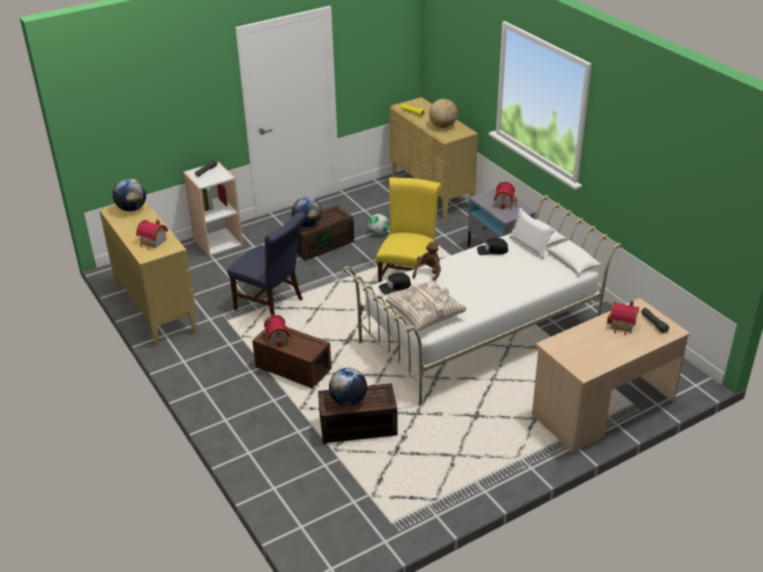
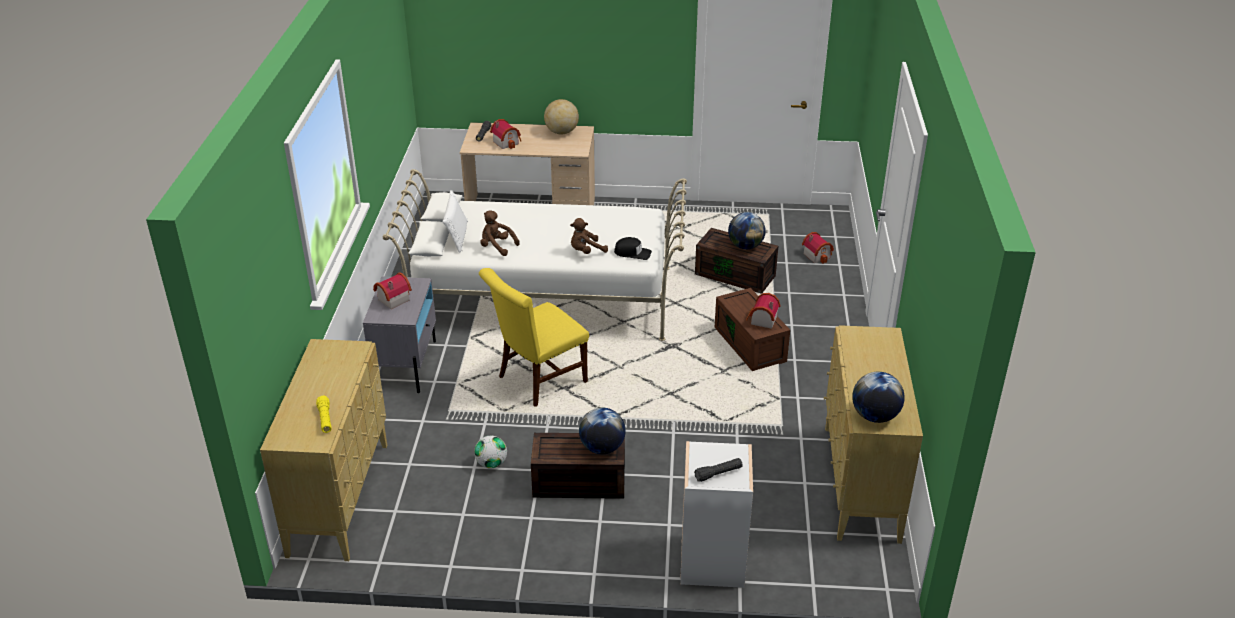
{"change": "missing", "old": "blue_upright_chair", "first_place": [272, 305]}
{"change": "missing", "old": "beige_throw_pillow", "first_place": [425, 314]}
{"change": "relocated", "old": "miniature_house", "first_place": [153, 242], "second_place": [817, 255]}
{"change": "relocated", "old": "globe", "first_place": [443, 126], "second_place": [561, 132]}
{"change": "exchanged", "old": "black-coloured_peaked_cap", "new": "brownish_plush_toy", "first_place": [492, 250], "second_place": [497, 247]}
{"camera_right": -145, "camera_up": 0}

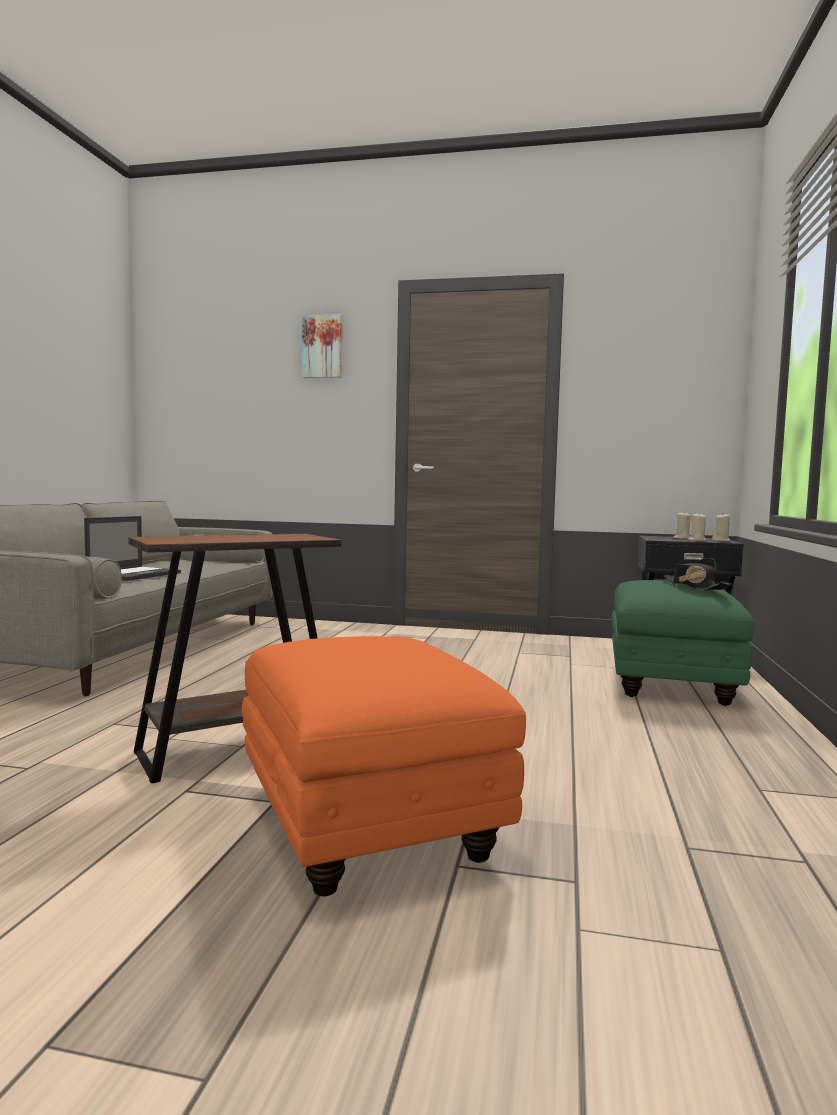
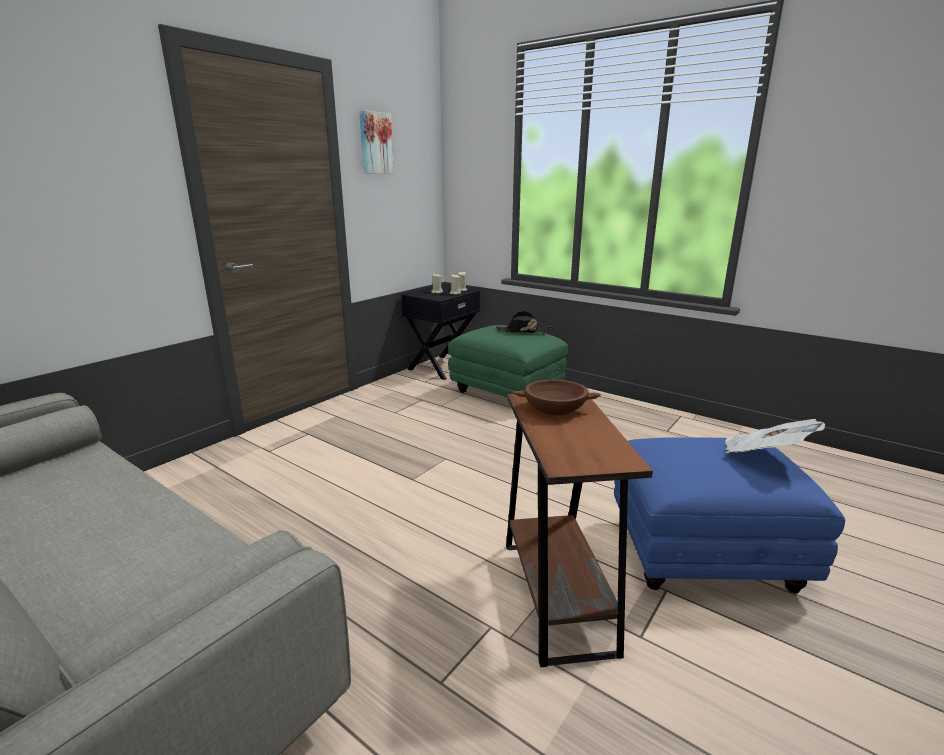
{"change": "missing", "old": "notebook_computer", "first_place": [134, 574]}
{"change": "appeared", "new": "brownish_bowl", "second_place": [554, 409]}
{"change": "appeared", "new": "newspaper", "second_place": [764, 456]}
{"change": "relocated", "old": "picture", "first_place": [323, 347], "second_place": [375, 143]}
{"change": "colour", "old": "orange-coloured_pouffe", "new": "blue_pouffe", "first_place": [366, 822], "second_place": [701, 556]}
{"camera_right": -65, "camera_up": 15}

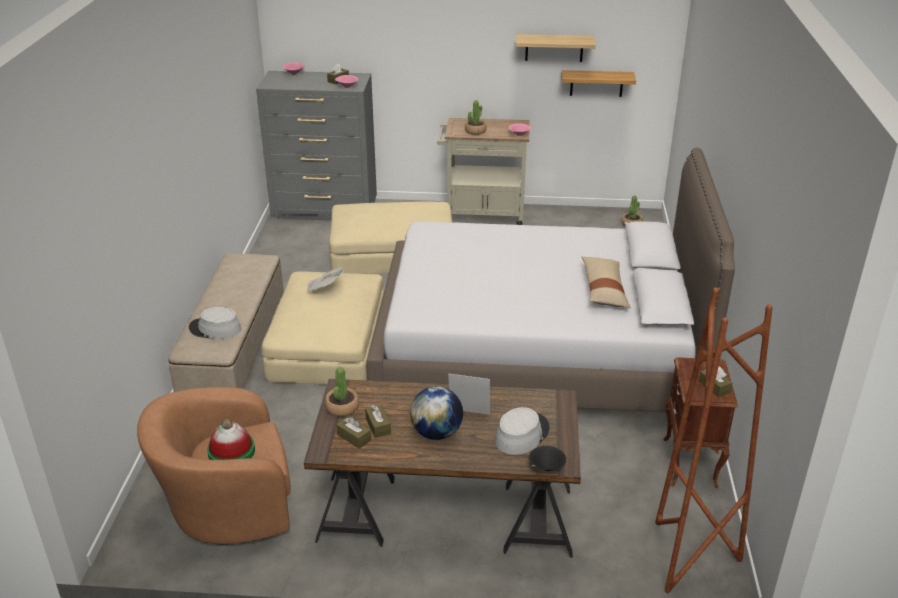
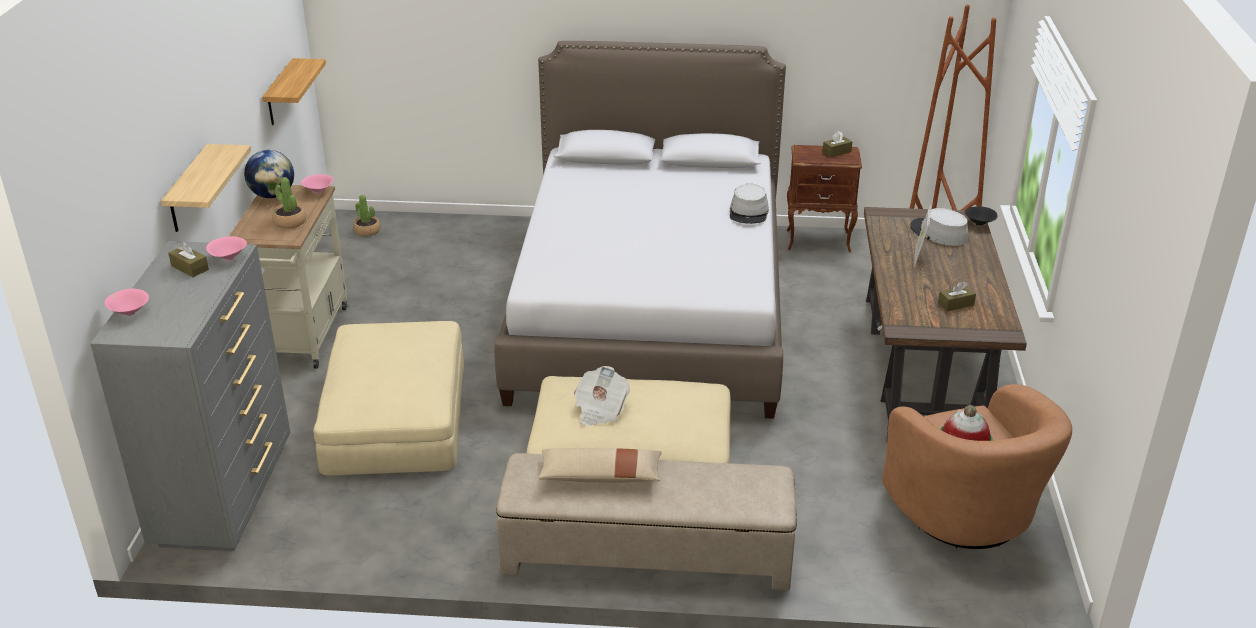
{"change": "missing", "old": "houseplant", "first_place": [342, 407]}
{"change": "missing", "old": "brownish_tissue_box", "first_place": [354, 437]}
{"change": "relocated", "old": "grey_hat", "first_place": [215, 329], "second_place": [749, 212]}
{"change": "relocated", "old": "globe", "first_place": [436, 433], "second_place": [272, 195]}
{"change": "relocated", "old": "wall_shelf", "first_place": [554, 48], "second_place": [188, 190]}
{"change": "relocated", "old": "beige_throw_pillow", "first_place": [604, 290], "second_place": [600, 476]}
{"camera_right": -90, "camera_up": 0}

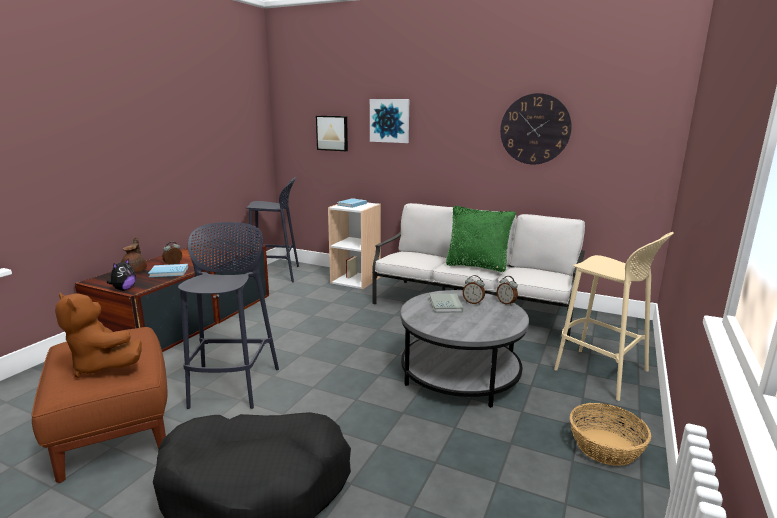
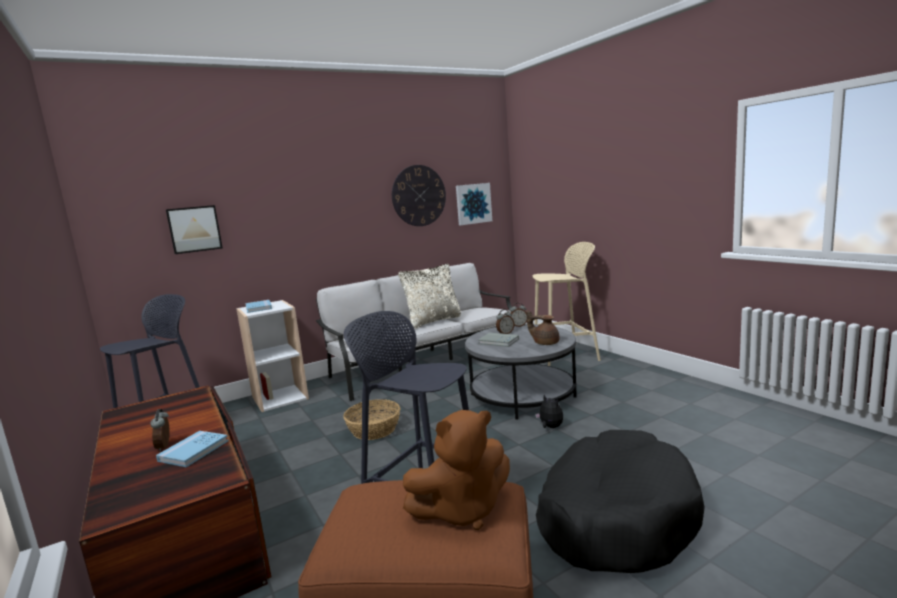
{"change": "relocated", "old": "plush_toy", "first_place": [124, 289], "second_place": [550, 427]}
{"change": "relocated", "old": "brownish_tea_pot", "first_place": [135, 271], "second_place": [545, 343]}
{"change": "relocated", "old": "picture", "first_place": [389, 120], "second_place": [473, 203]}
{"change": "relocated", "old": "basket", "first_place": [605, 446], "second_place": [374, 429]}
{"change": "colour", "old": "green-coloured_throw_pillow", "new": "beige_throw_pillow", "first_place": [477, 267], "second_place": [434, 322]}
{"camera_right": -55, "camera_up": -5}

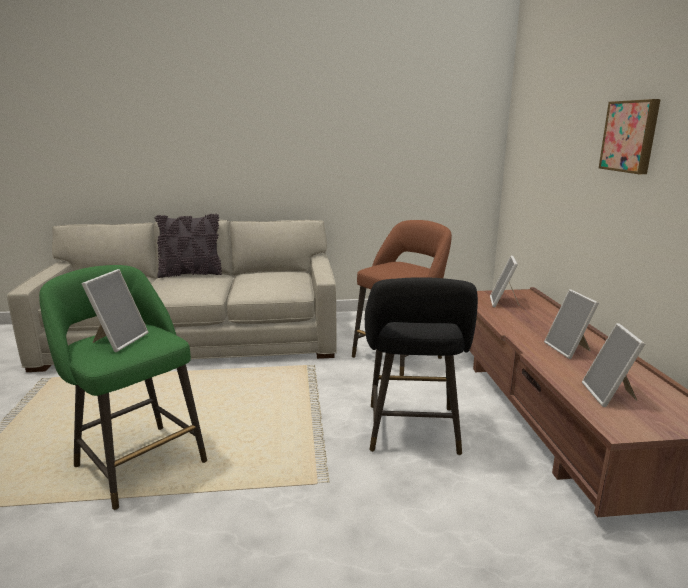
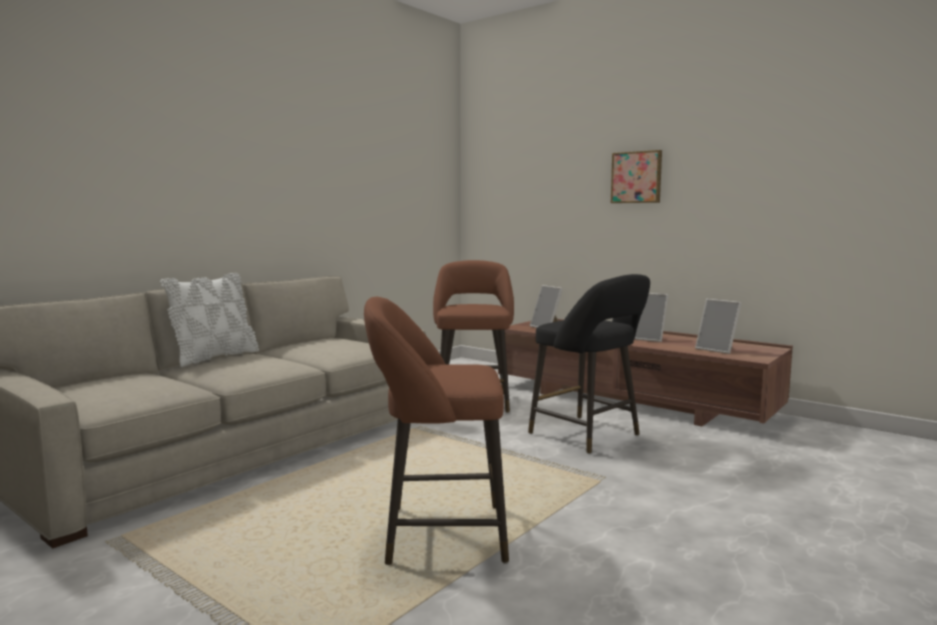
{"change": "missing", "old": "picture_frame", "first_place": [118, 340]}
{"change": "colour", "old": "green-coloured_sitting_stool", "new": "brownish_sitting_stool", "first_place": [137, 461], "second_place": [437, 534]}
{"change": "colour", "old": "black-coloured_throw_pillow", "new": "white-coloured_throw_pillow", "first_place": [191, 274], "second_place": [214, 357]}
{"camera_right": -45, "camera_up": -10}

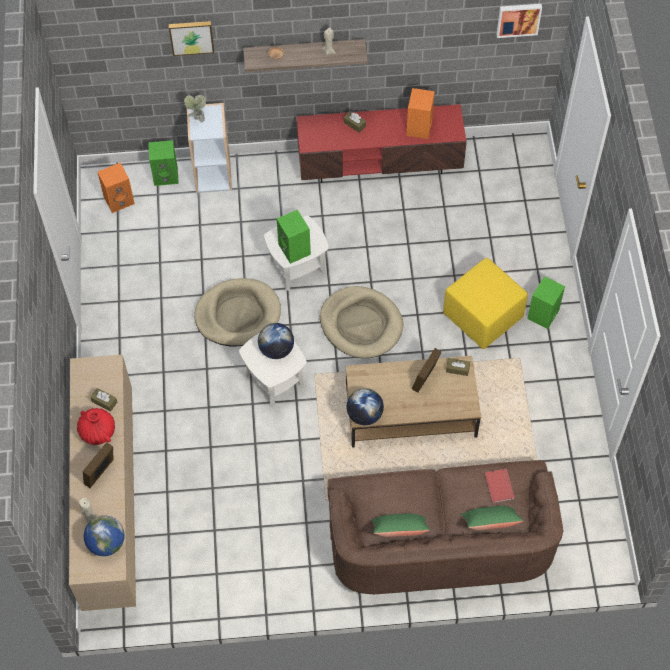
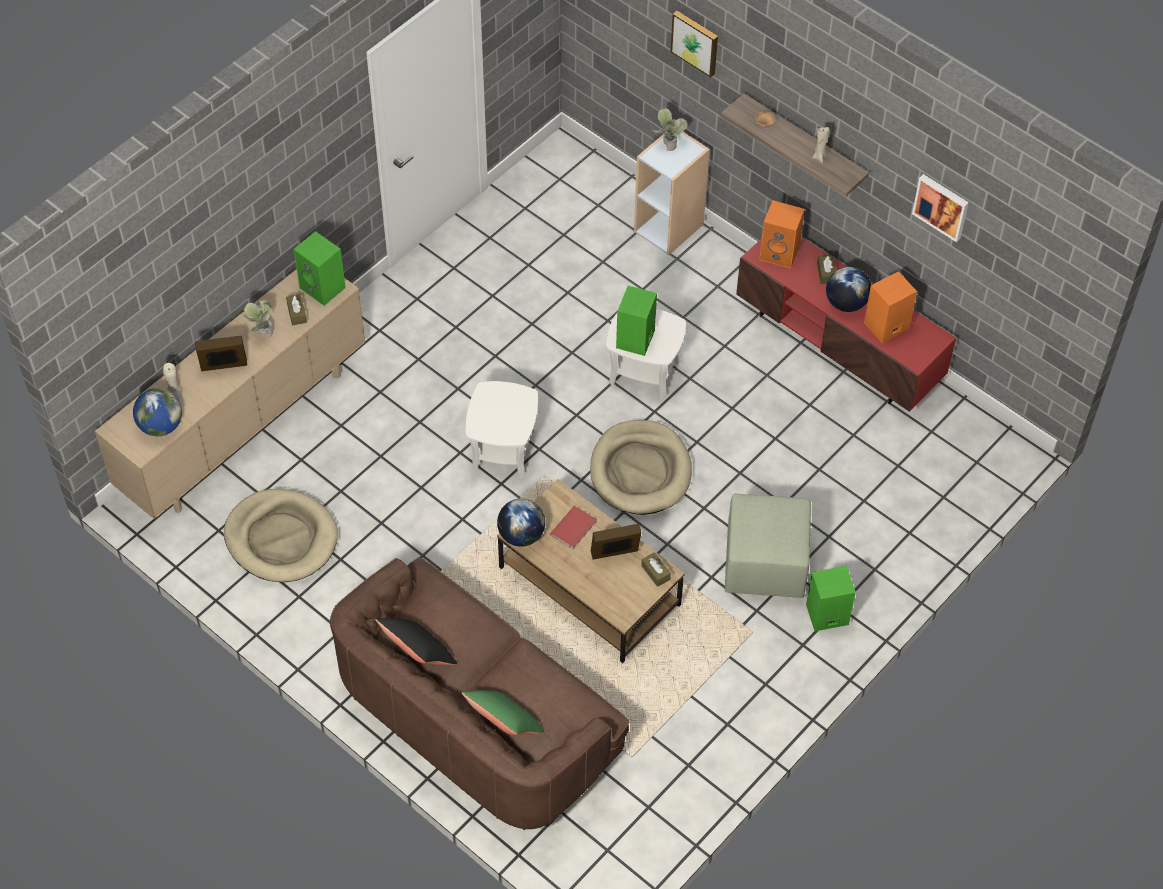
{"change": "relocated", "old": "orange-coloured_audio_speaker", "first_place": [119, 199], "second_place": [780, 253]}
{"change": "relocated", "old": "green-coloured_audio_speaker", "first_place": [166, 175], "second_place": [324, 288]}
{"change": "relocated", "old": "beige_dog_bed", "first_place": [238, 314], "second_place": [281, 538]}
{"change": "relocated", "old": "globe", "first_place": [276, 349], "second_place": [846, 303]}
{"change": "relocated", "old": "red_volume", "first_place": [500, 486], "second_place": [574, 529]}
{"change": "relocated", "old": "picture", "first_place": [518, 19], "second_place": [942, 206]}
{"change": "exchanged", "old": "red_vase", "new": "houseplant", "first_place": [98, 432], "second_place": [262, 333]}
{"change": "colour", "old": "green-coloured_throw_pillow", "new": "black-coloured_throw_pillow", "first_place": [399, 533], "second_place": [418, 655]}
{"change": "colour", "old": "yellow_pouffe", "new": "green-coloured_pouffe", "first_place": [483, 316], "second_place": [765, 565]}
{"camera_right": 45, "camera_up": -5}

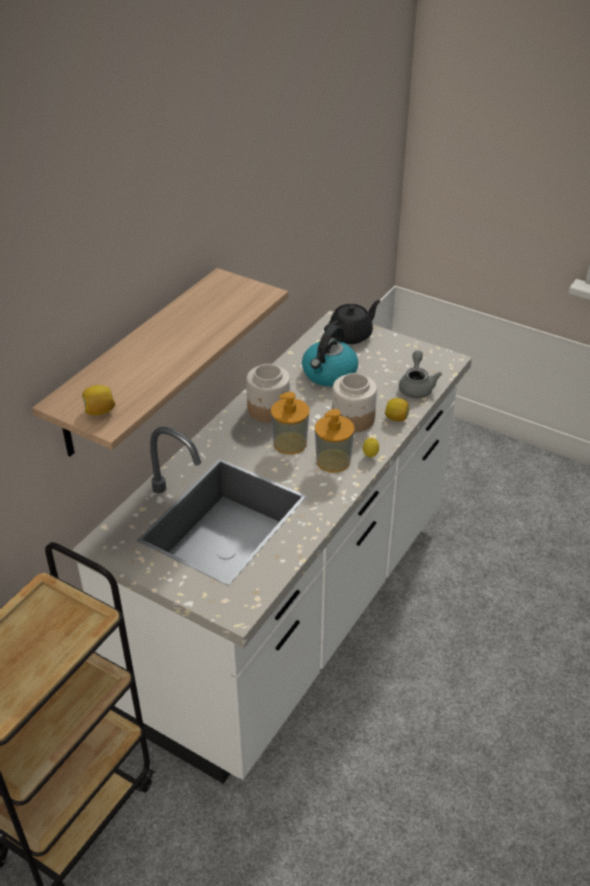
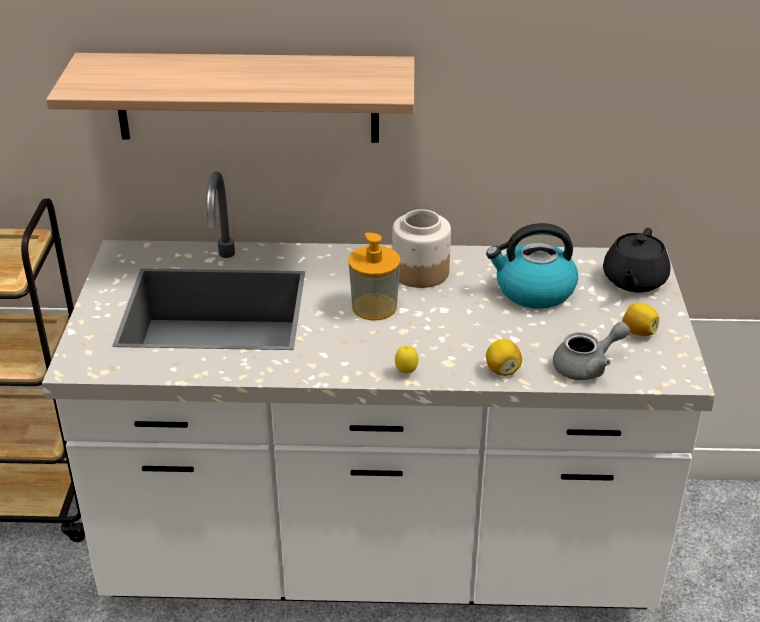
{"change": "missing", "old": "soap_dispenser", "first_place": [333, 461]}
{"change": "missing", "old": "jar", "first_place": [352, 419]}
{"change": "relocated", "old": "whole_lemon", "first_place": [99, 411], "second_place": [638, 332]}
{"change": "spun", "old": "black-coloured_tea_pot", "first_place": [351, 335], "second_place": [633, 281], "degrees": 90}
{"camera_right": 60, "camera_up": -5}

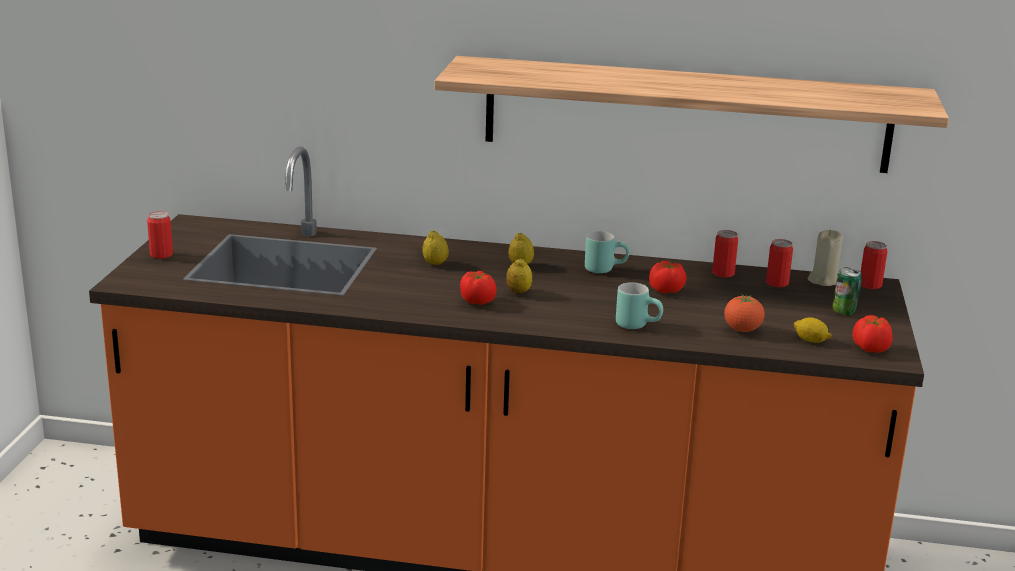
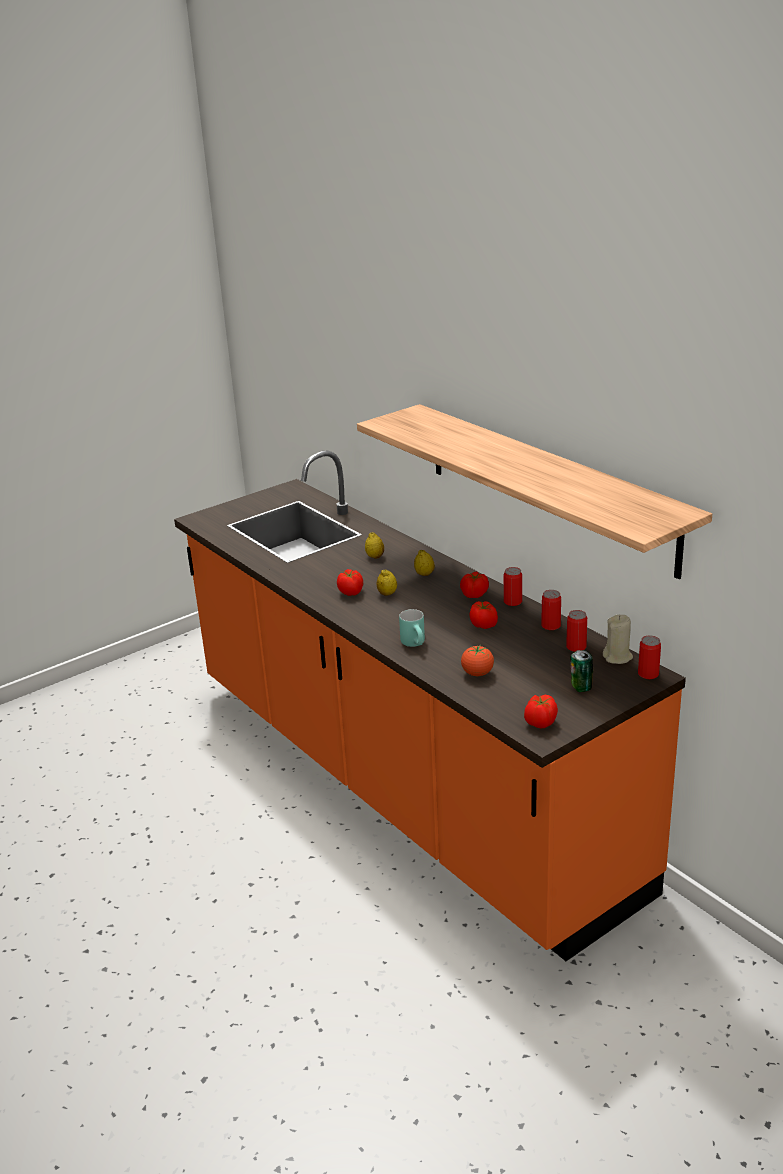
{"change": "missing", "old": "whole_lemon", "first_place": [811, 340]}
{"change": "relocated", "old": "can", "first_place": [161, 255], "second_place": [512, 602]}
{"change": "exchanged", "old": "blue-green_tea_mug", "new": "whole_tomato", "first_place": [605, 269], "second_place": [474, 595]}
{"camera_right": 45, "camera_up": 5}

